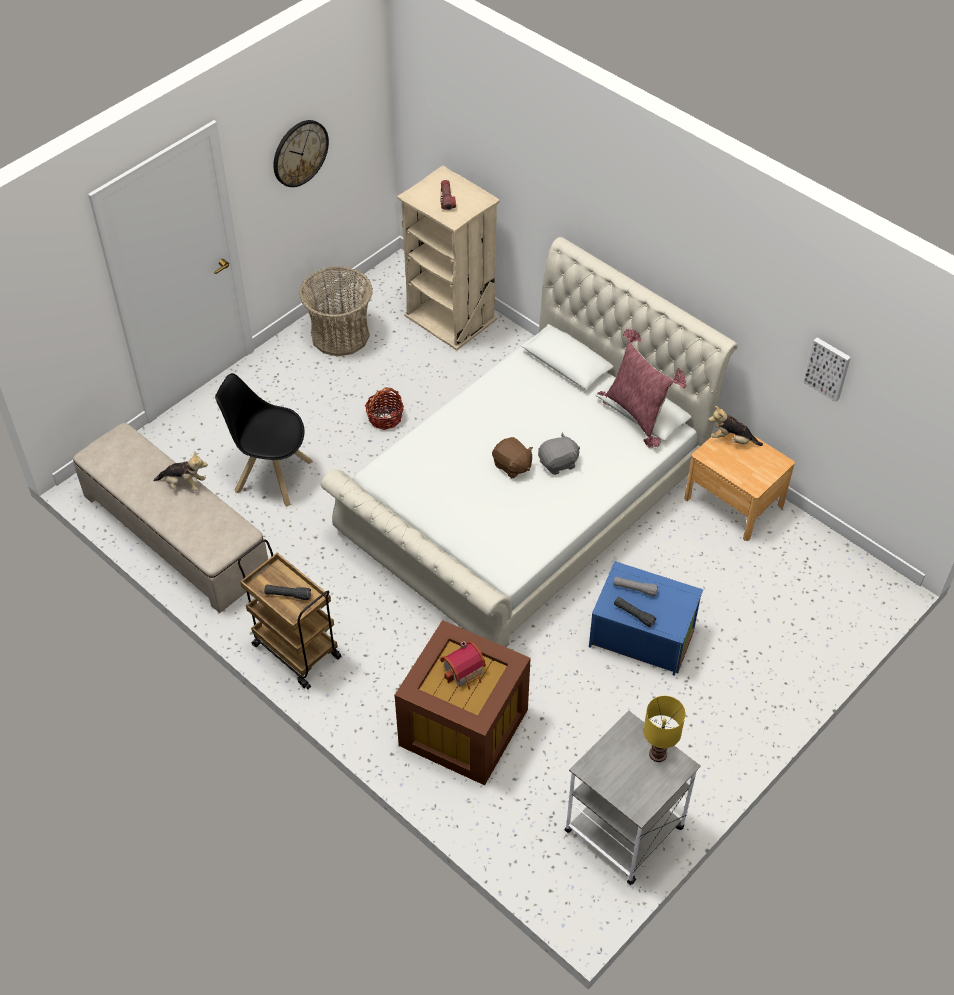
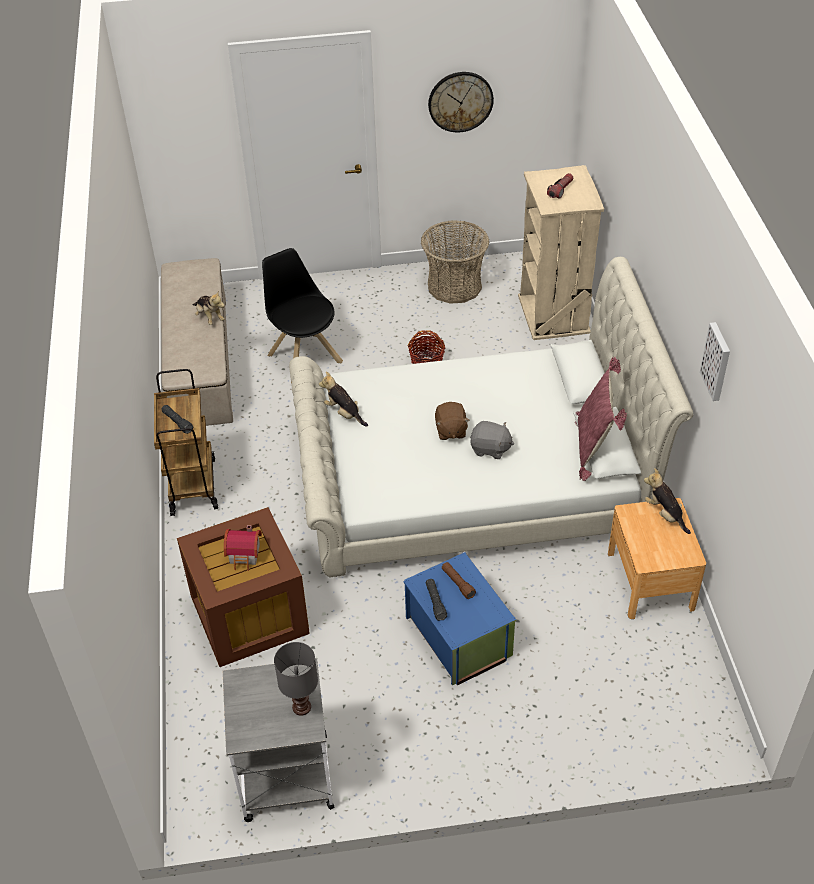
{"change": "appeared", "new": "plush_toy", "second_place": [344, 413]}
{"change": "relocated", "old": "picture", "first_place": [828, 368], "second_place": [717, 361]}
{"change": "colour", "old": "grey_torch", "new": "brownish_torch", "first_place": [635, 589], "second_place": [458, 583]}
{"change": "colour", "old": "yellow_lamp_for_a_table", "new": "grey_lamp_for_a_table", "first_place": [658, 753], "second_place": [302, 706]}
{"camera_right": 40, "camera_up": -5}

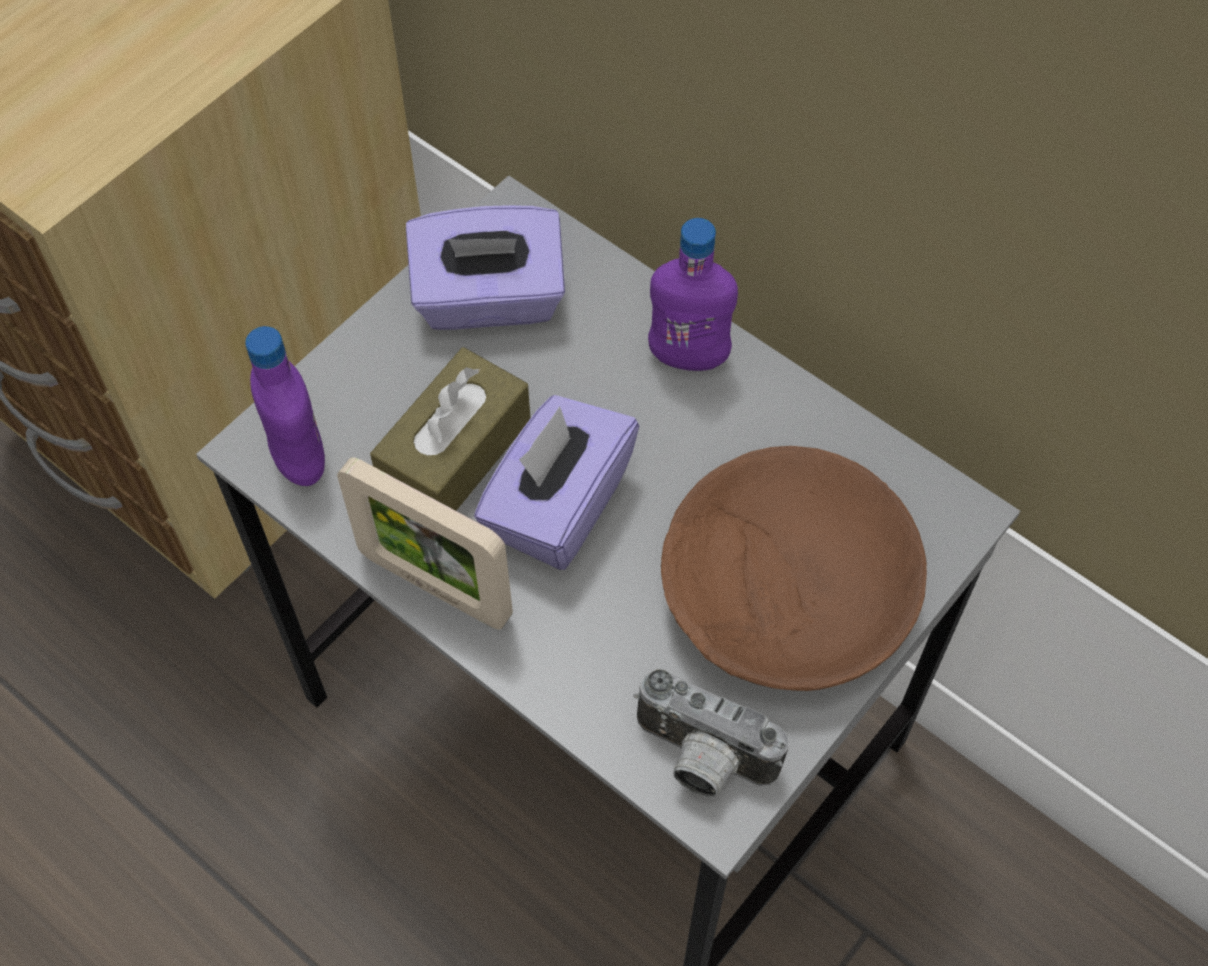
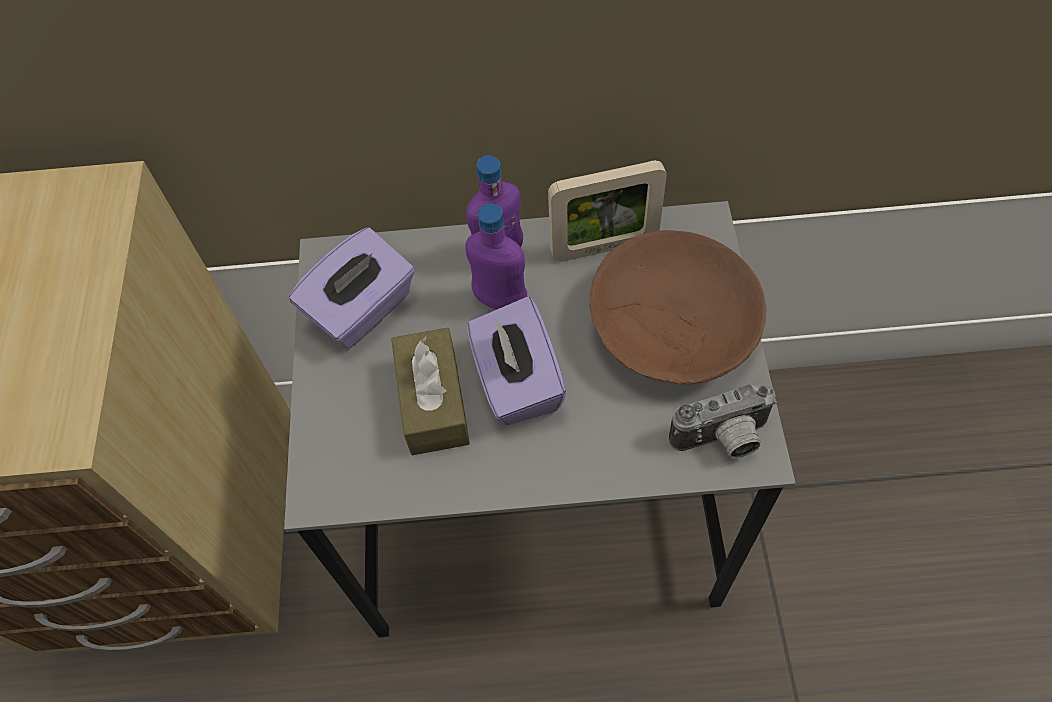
{"change": "relocated", "old": "purple-coloured_beverage_bottle", "first_place": [300, 460], "second_place": [500, 300]}
{"change": "relocated", "old": "picture_frame", "first_place": [435, 586], "second_place": [604, 247]}
{"camera_right": -40, "camera_up": 0}

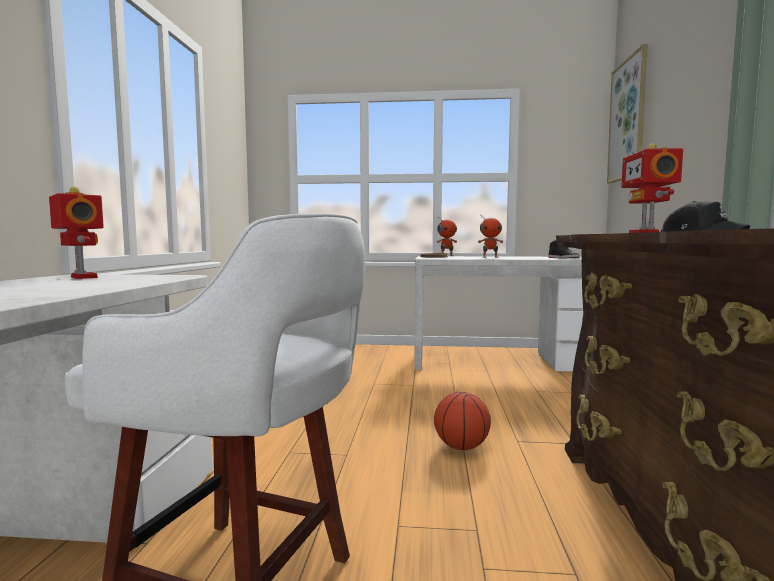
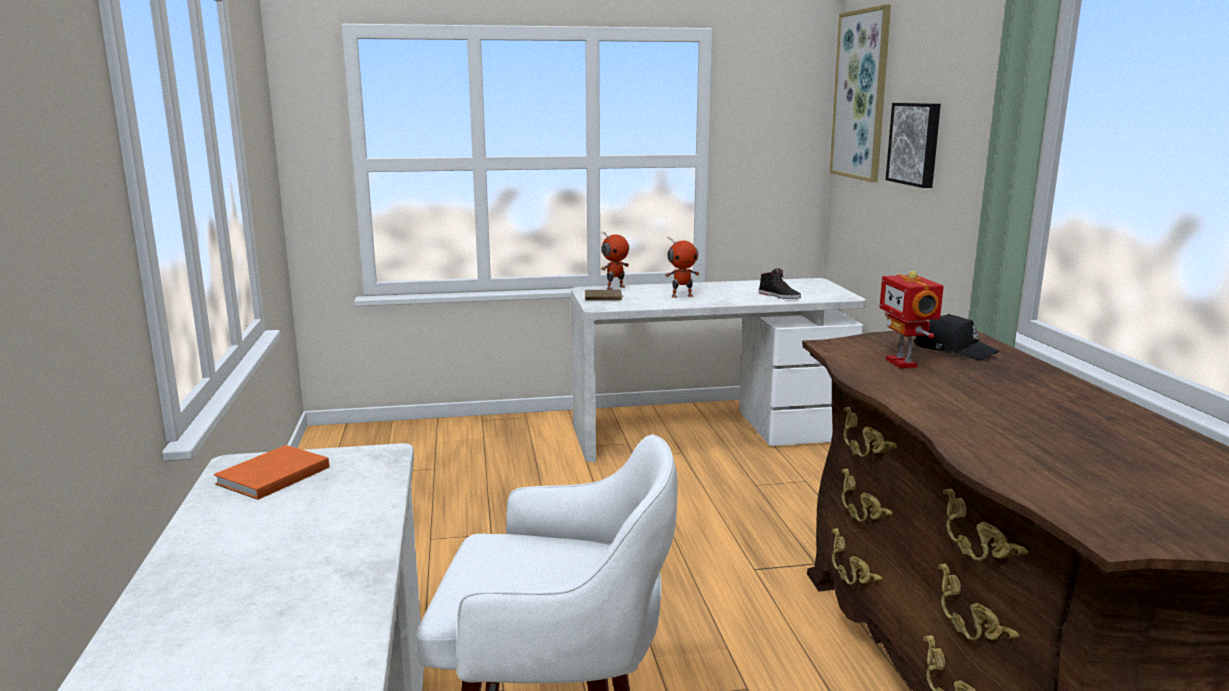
{"change": "missing", "old": "ball_for_basketball", "first_place": [461, 447]}
{"change": "appeared", "new": "picture", "second_place": [916, 144]}
{"change": "exchanged", "old": "robot_figure", "new": "orange-coloured_volume", "first_place": [81, 277], "second_place": [270, 476]}
{"camera_right": -15, "camera_up": 10}

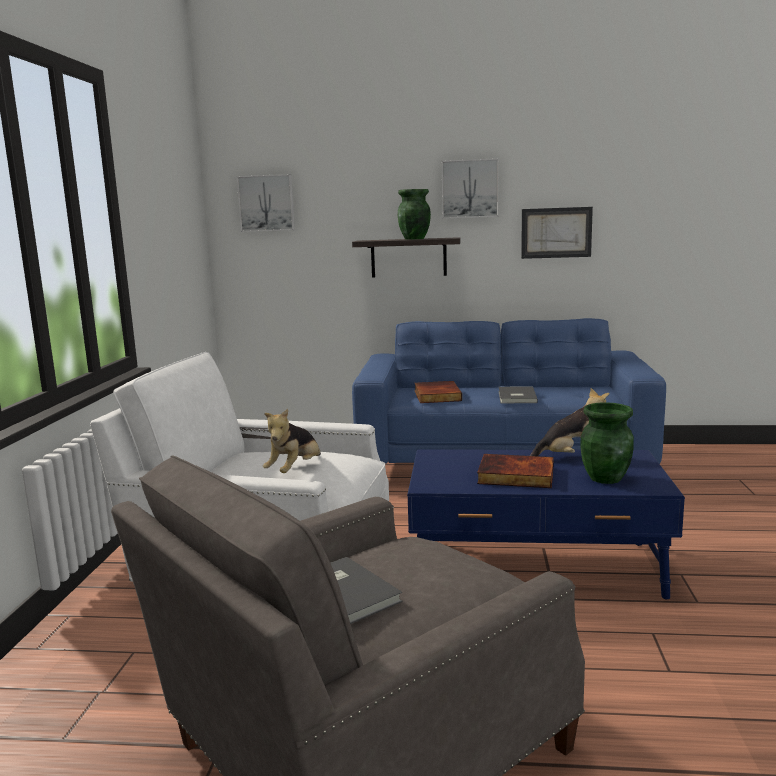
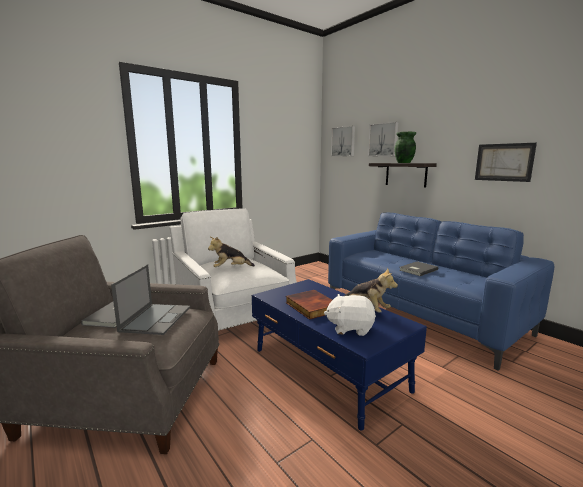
{"change": "missing", "old": "volume", "first_place": [436, 395]}
{"change": "appeared", "new": "notebook_computer", "second_place": [156, 318]}
{"change": "relocated", "old": "picture", "first_place": [470, 189], "second_place": [383, 140]}
{"change": "exchanged", "old": "green-coloured_vase", "new": "white-coloured_plush_toy", "first_place": [606, 478], "second_place": [350, 328]}
{"camera_right": 45, "camera_up": 0}

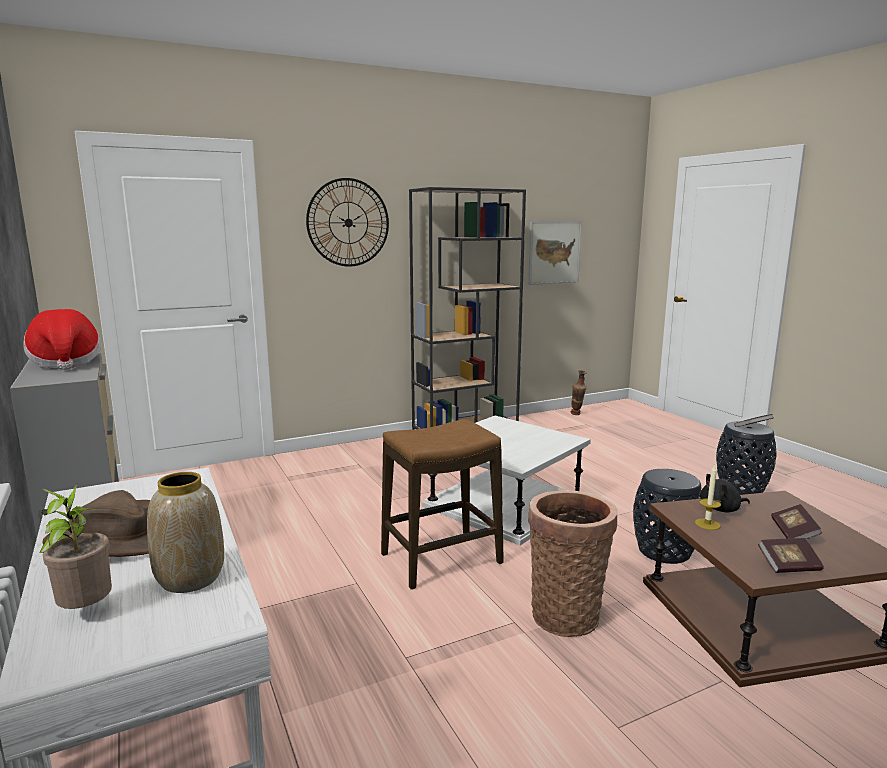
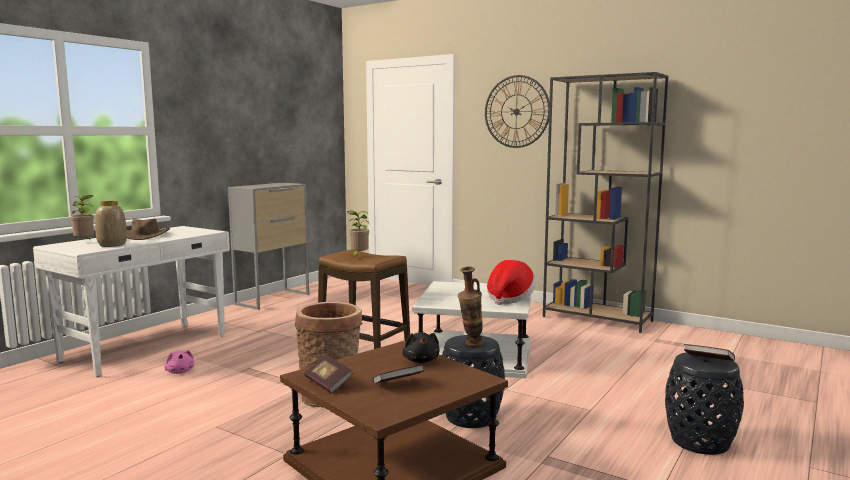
{"change": "missing", "old": "picture", "first_place": [554, 252]}
{"change": "missing", "old": "wax_candle", "first_place": [707, 524]}
{"change": "appeared", "new": "pink_plush_toy", "second_place": [180, 372]}
{"change": "appeared", "new": "houseplant", "second_place": [358, 256]}
{"change": "relocated", "old": "hat", "first_place": [65, 363], "second_place": [509, 299]}
{"change": "relocated", "old": "vase", "first_place": [577, 415], "second_place": [470, 345]}
{"change": "spun", "old": "black-coloured_plush_toy", "first_place": [722, 509], "second_place": [421, 360], "degrees": -150}
{"camera_right": 60, "camera_up": -5}

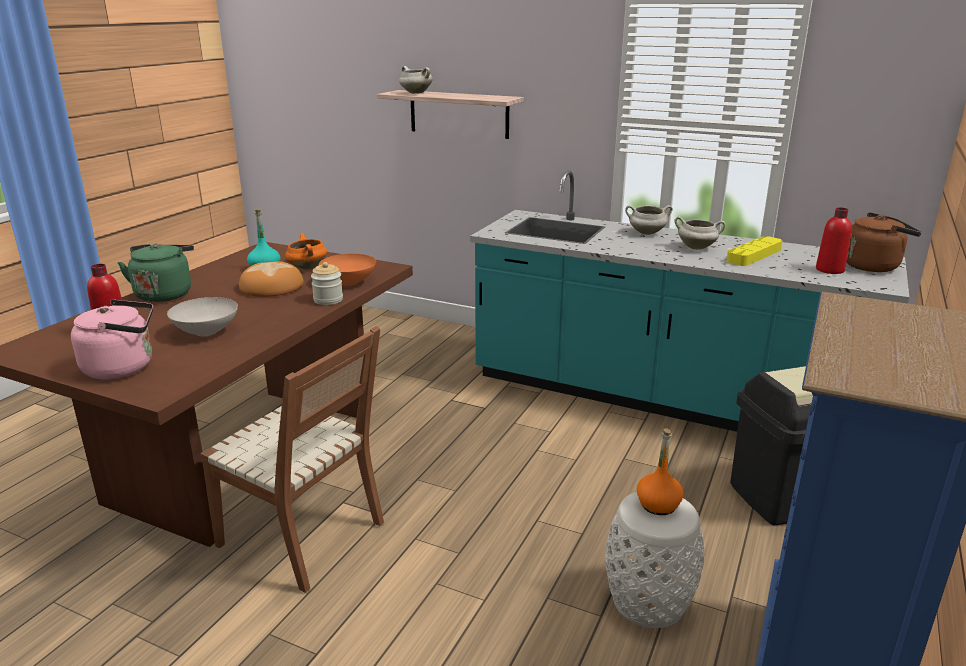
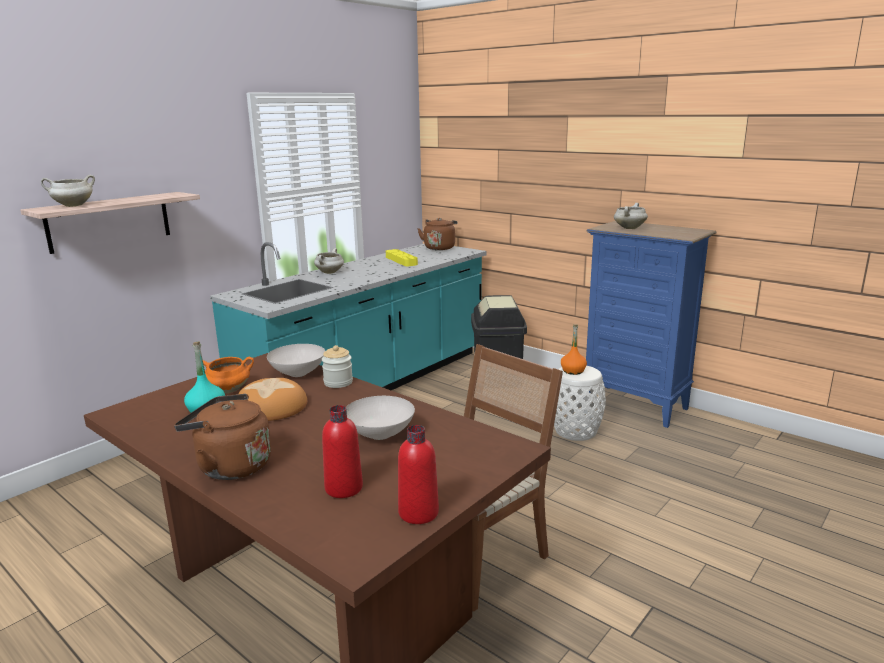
{"change": "missing", "old": "pink_tea_kettle", "first_place": [124, 367]}
{"change": "relocated", "old": "white-coloured_stockpot", "first_place": [697, 247], "second_place": [629, 228]}
{"change": "relocated", "old": "red_beverage_bottle", "first_place": [829, 270], "second_place": [418, 513]}
{"change": "colour", "old": "green-coloured_tea_kettle", "new": "brownish_tea_kettle", "first_place": [164, 294], "second_place": [230, 466]}
{"change": "colour", "old": "orange-coloured_bowl", "new": "white-coloured_bowl", "first_place": [348, 282], "second_place": [297, 373]}
{"camera_right": -75, "camera_up": -5}

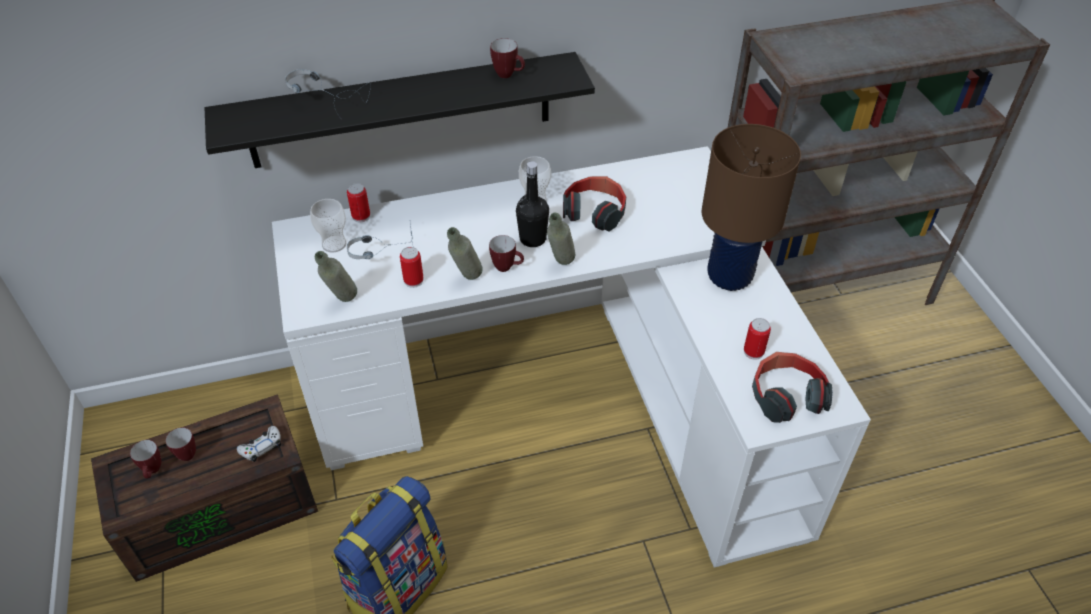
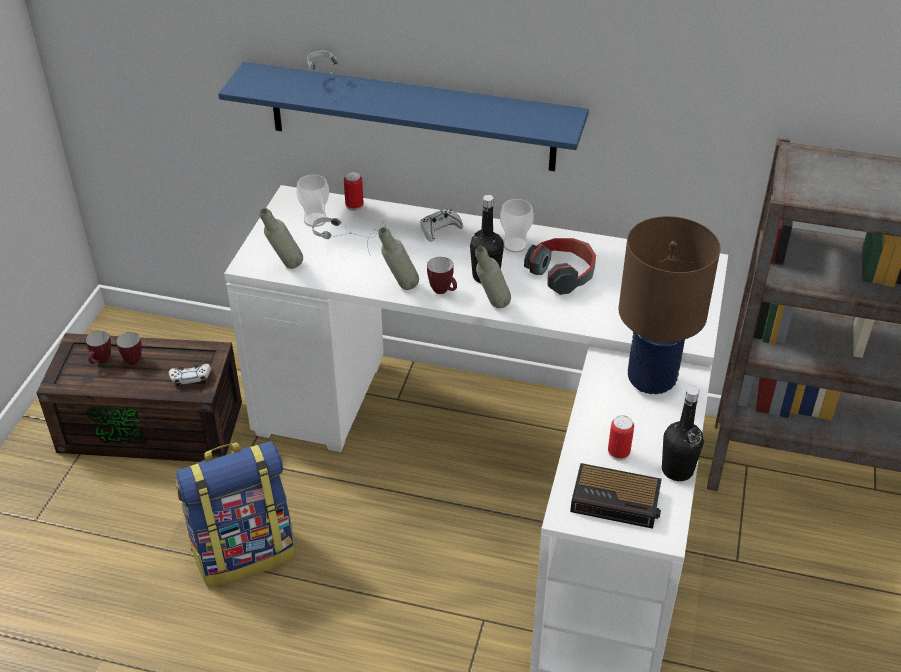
{"change": "missing", "old": "can", "first_place": [413, 280]}
{"change": "missing", "old": "tea_mug", "first_place": [508, 75]}
{"change": "appeared", "new": "white-coloured_game_controller", "second_place": [440, 229]}
{"change": "appeared", "new": "black-coloured_beverage_bottle", "second_place": [677, 470]}
{"change": "exchanged", "old": "pair_of_headphones", "new": "alarm_clock", "first_place": [786, 395], "second_place": [617, 501]}
{"change": "colour", "old": "black-coloured_wall_shelf", "new": "blue_wall_shelf", "first_place": [401, 111], "second_place": [411, 117]}
{"camera_right": 30, "camera_up": -5}

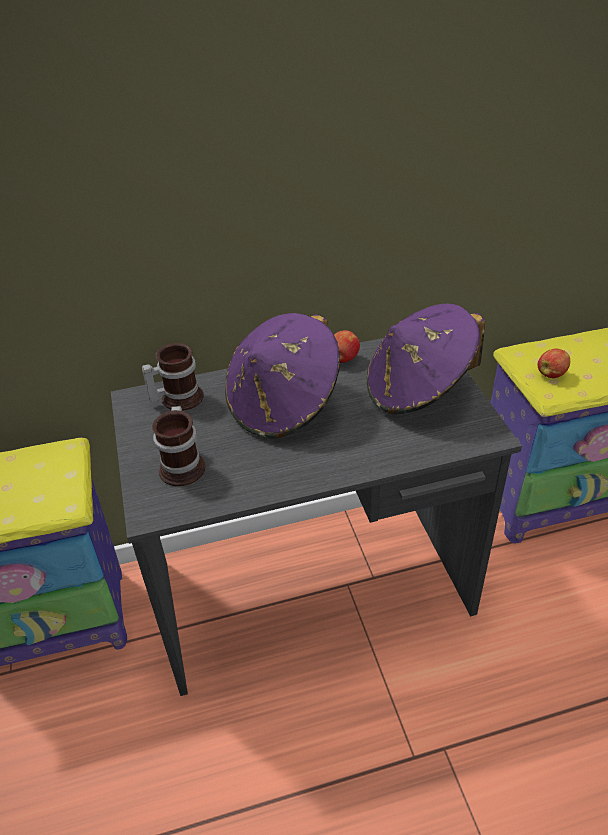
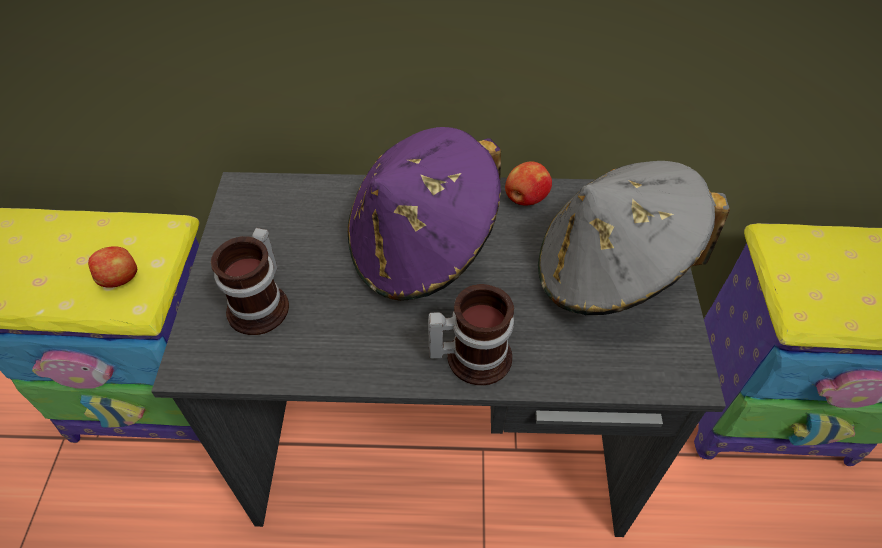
{"change": "relocated", "old": "tea_mug", "first_place": [177, 397], "second_place": [472, 355]}
{"change": "relocated", "old": "apple", "first_place": [551, 374], "second_place": [120, 279]}
{"change": "colour", "old": "purple-coloured_hat", "new": "grey_hat", "first_place": [418, 389], "second_place": [609, 272]}
{"camera_right": 15, "camera_up": 10}

